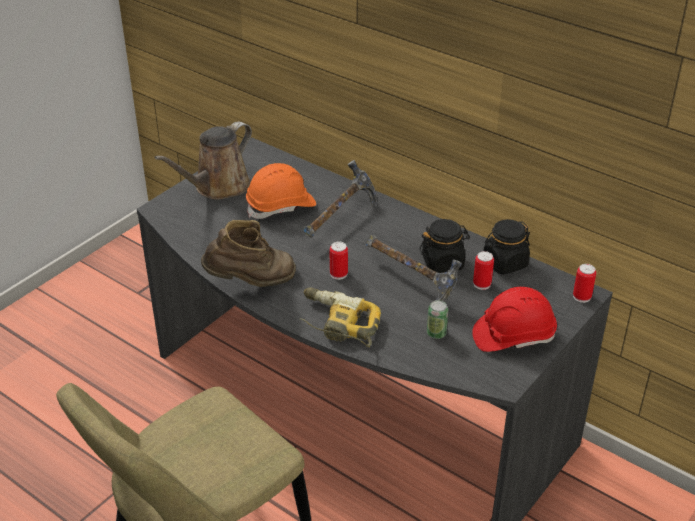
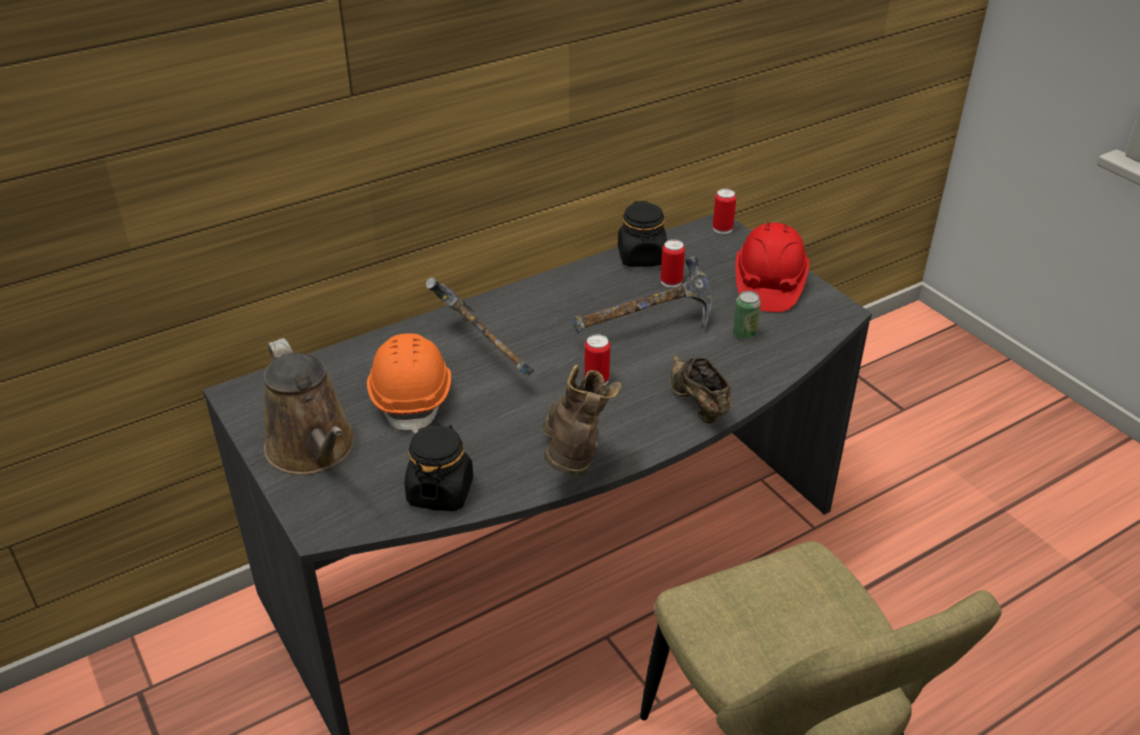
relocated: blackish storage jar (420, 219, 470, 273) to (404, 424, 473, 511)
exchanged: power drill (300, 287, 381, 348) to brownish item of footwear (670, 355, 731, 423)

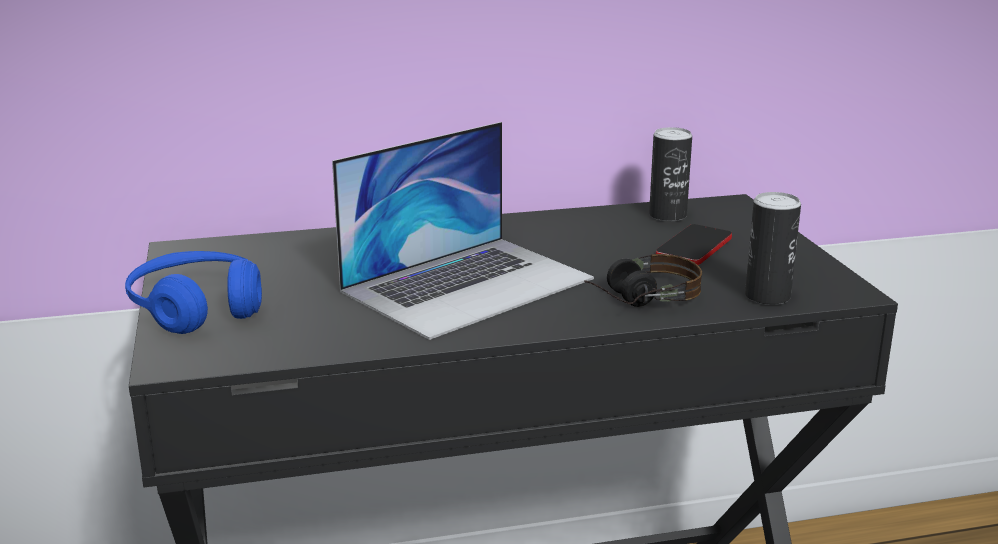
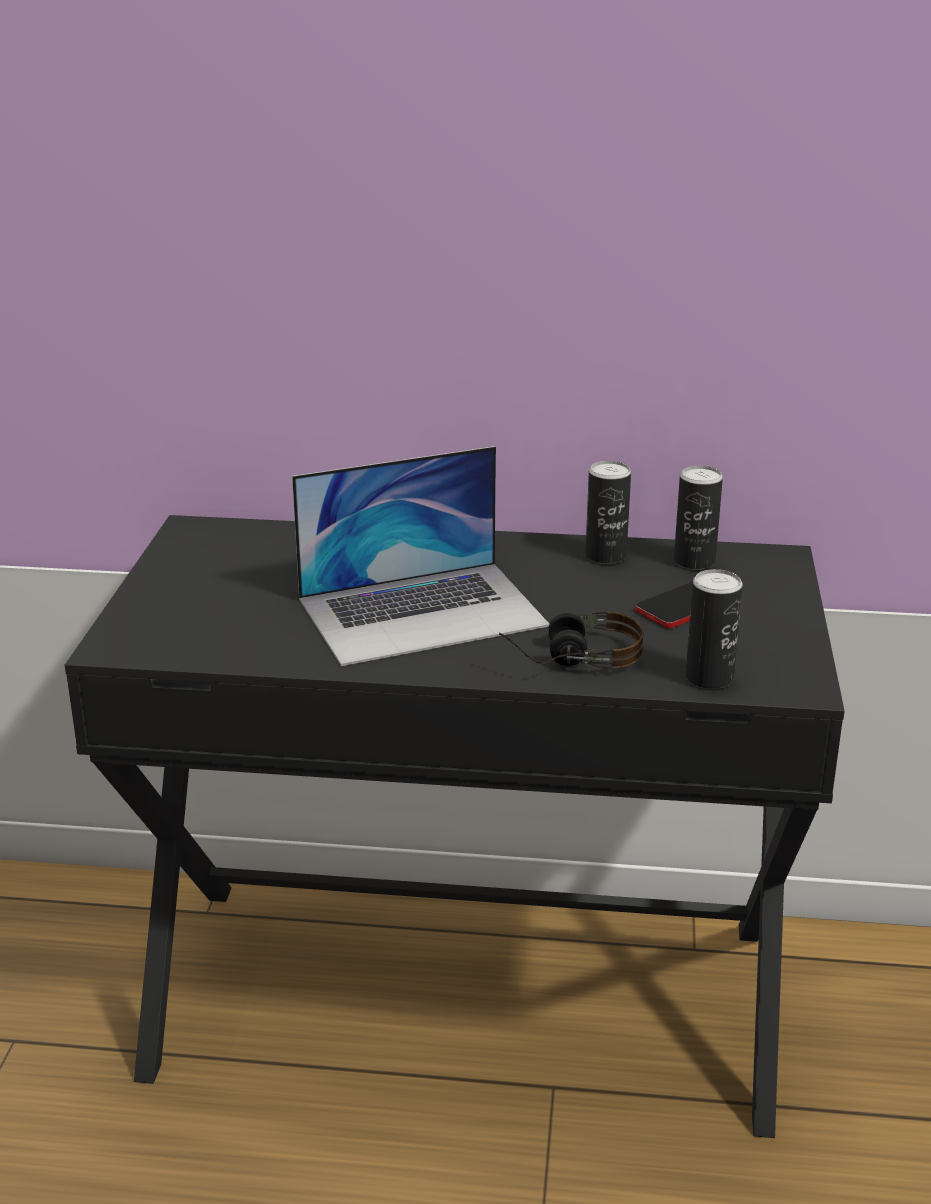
missing: blue-coloured headphones (125, 251, 262, 334)
appeared: sealed can (585, 461, 631, 564)

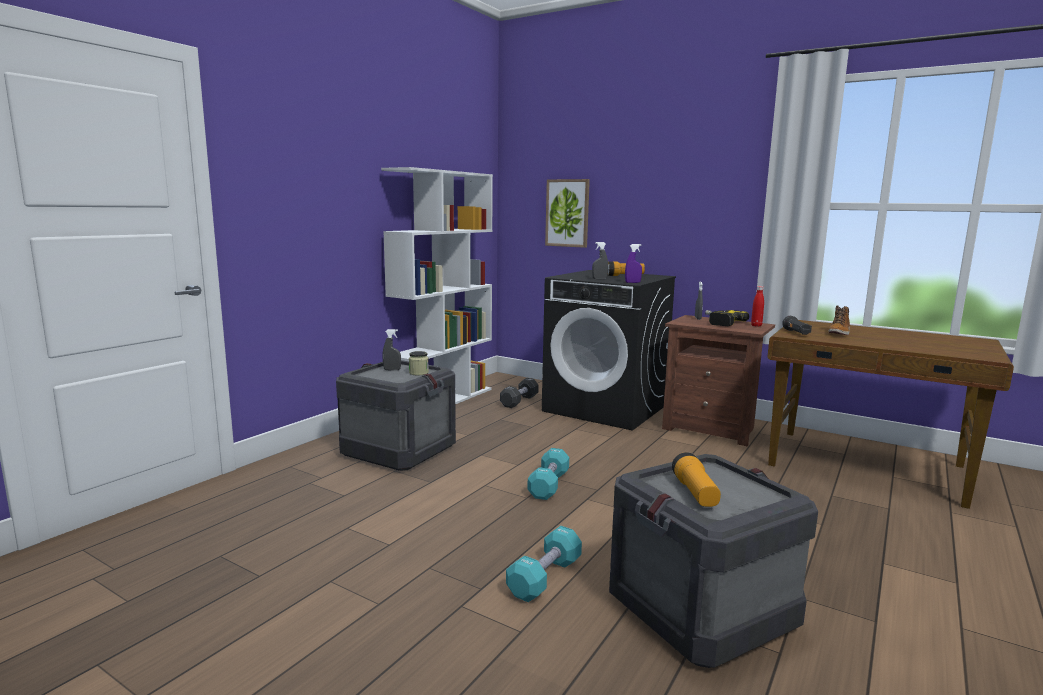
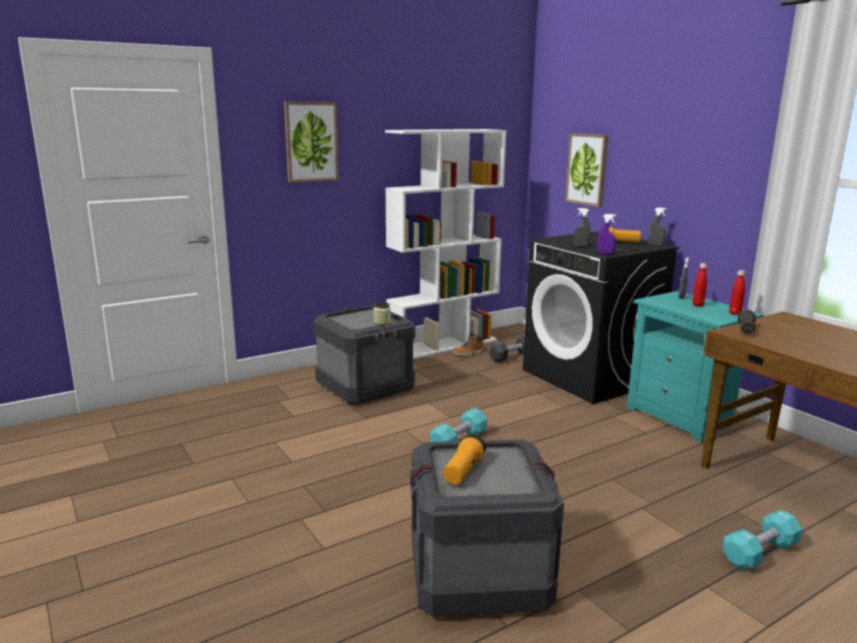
appeared: picture (284, 101, 339, 183)
relocated: high-top boot (828, 305, 850, 335) to (452, 333, 484, 356); greyish hand sprayer (383, 329, 401, 371) to (648, 207, 667, 246); turquoise dumbbell (506, 526, 582, 602) to (722, 510, 802, 570)
exchanged: power drill (705, 310, 749, 326) to reddish bottle (692, 263, 707, 306)
colour: brownish night table (662, 315, 775, 447) to turquoise night table (627, 291, 764, 443)

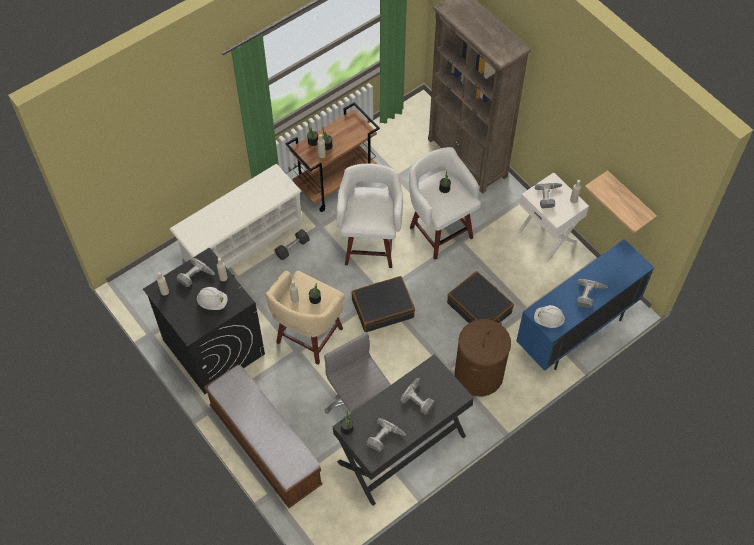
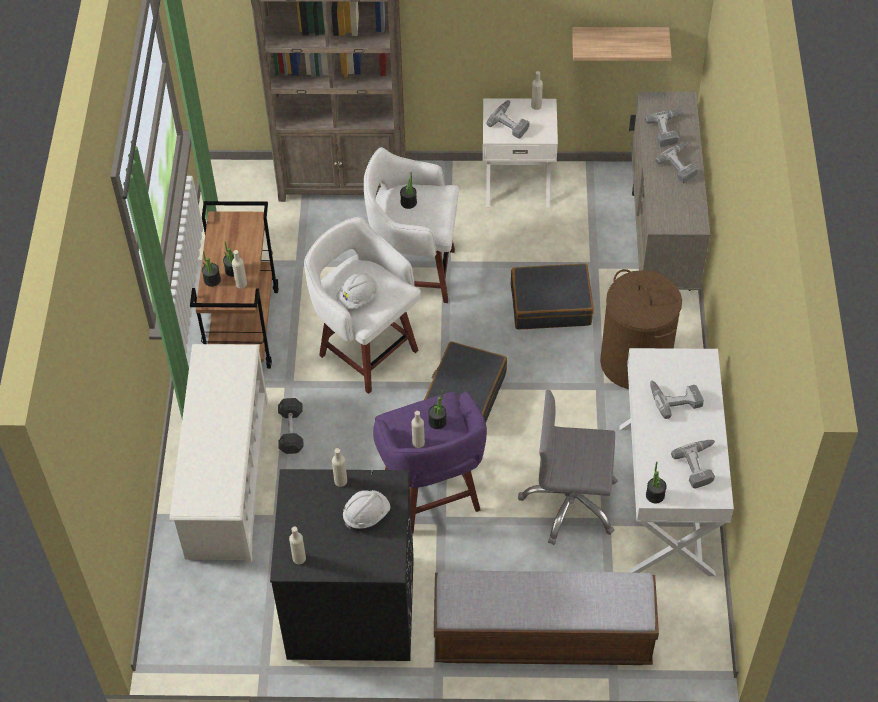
relocated: power drill (176, 258, 215, 287) to (645, 110, 684, 147); whitish safety helmet (534, 305, 565, 328) to (337, 273, 378, 309)
colour: blue-coloured cabinet (516, 239, 654, 371) to beige cabinet (629, 92, 710, 291); beige sitting stool (266, 270, 344, 365) to purple-coloured sitting stool (373, 391, 487, 534); blackish desk table (333, 354, 474, 506) to whitish desk table (619, 348, 734, 576)

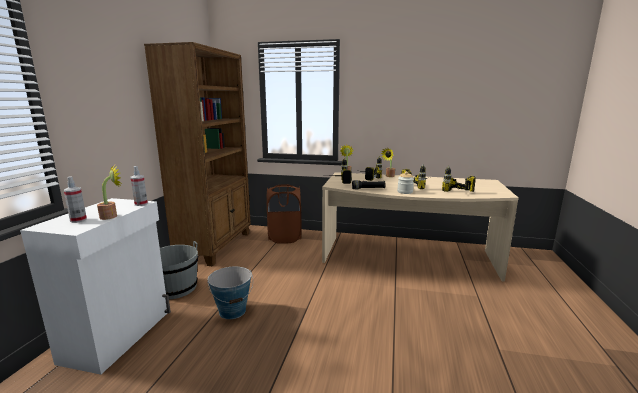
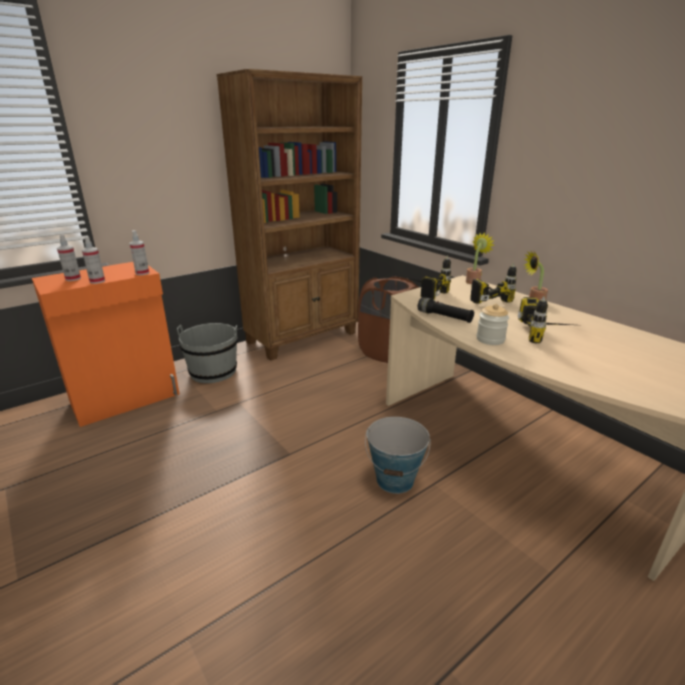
missing: power drill (442, 166, 476, 192)
relocated: bucket (208, 267, 253, 319) to (365, 417, 431, 494)
exchanged: houseplant (97, 165, 121, 220) to hand sprayer (82, 236, 105, 284)
colour: whitish cabinet (20, 198, 171, 375) to orange cabinet (32, 262, 180, 427)

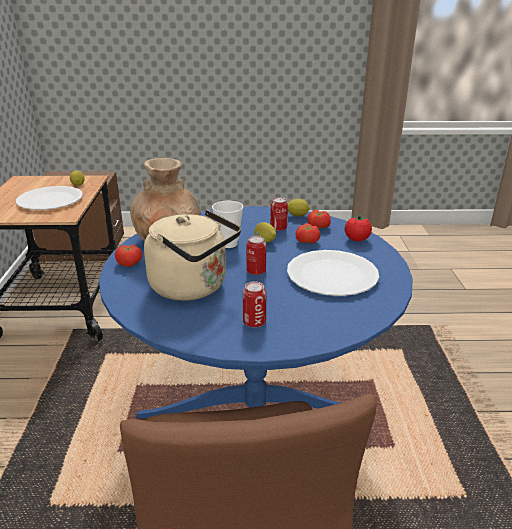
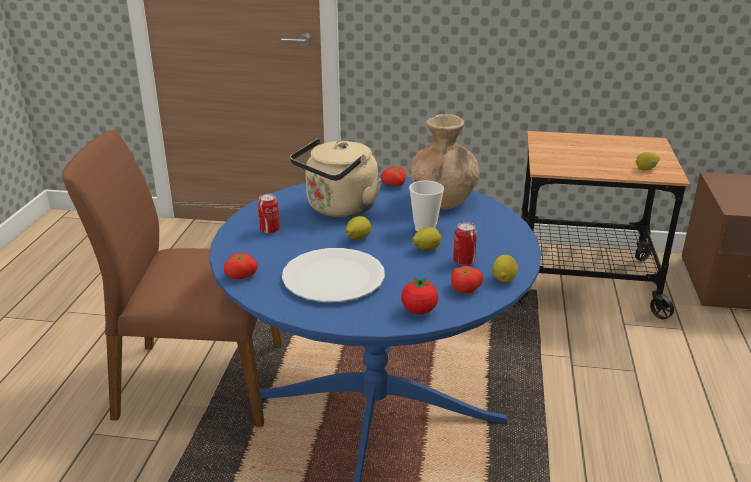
missing: whitish dinner plate (16, 186, 83, 210)
relocated: whole tomato (296, 223, 320, 243) to (224, 253, 258, 279)
exchanged: sealed can (246, 236, 266, 275) to citrus fruit (345, 216, 371, 240)

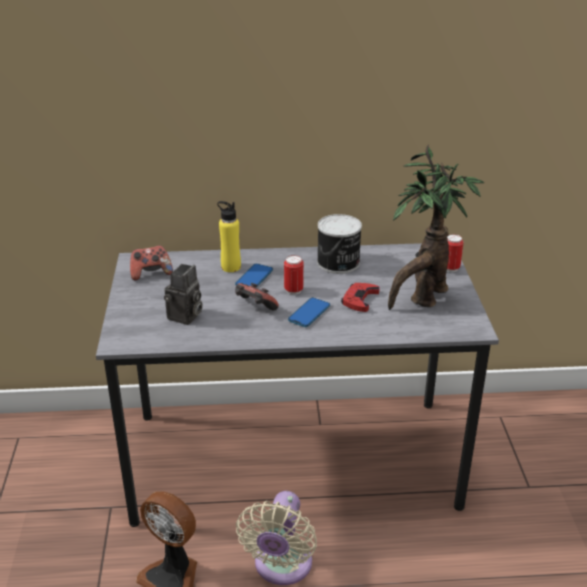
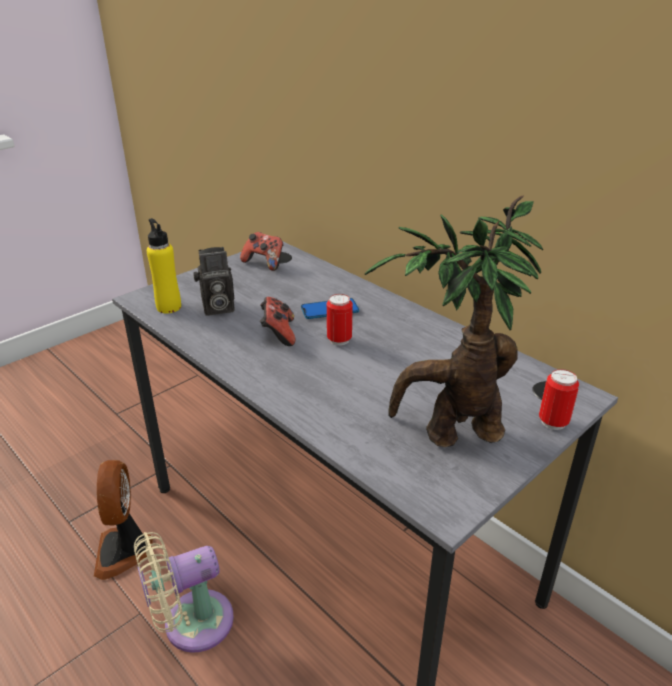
missing: sealed can (317, 214, 362, 274); reddish gamepad (341, 283, 380, 312); phone (288, 297, 330, 327)
relocated: yellow bottle (217, 201, 241, 272) to (147, 218, 181, 313)

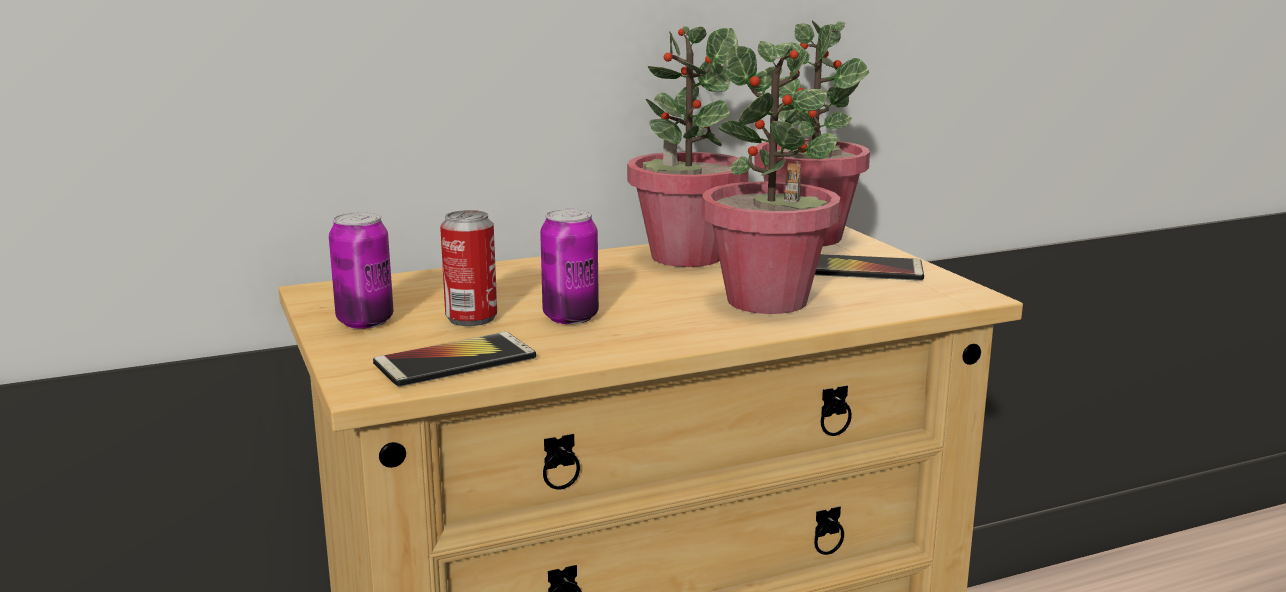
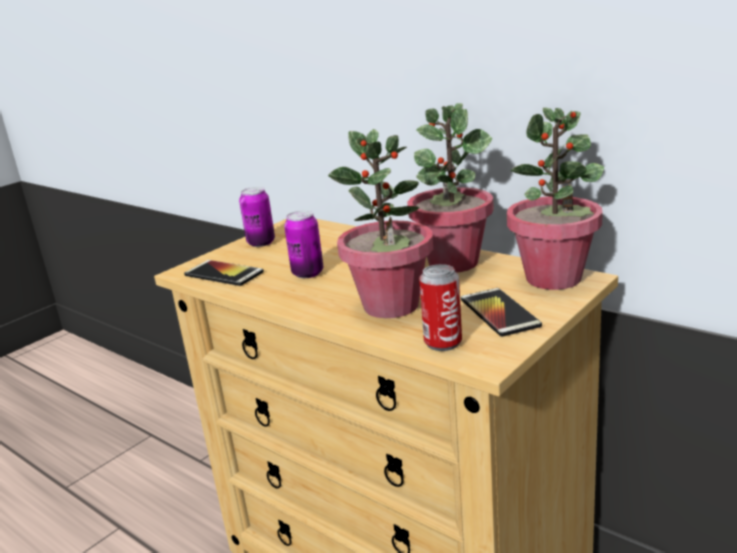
relocated: sealed can (440, 210, 497, 326) to (419, 264, 462, 351)

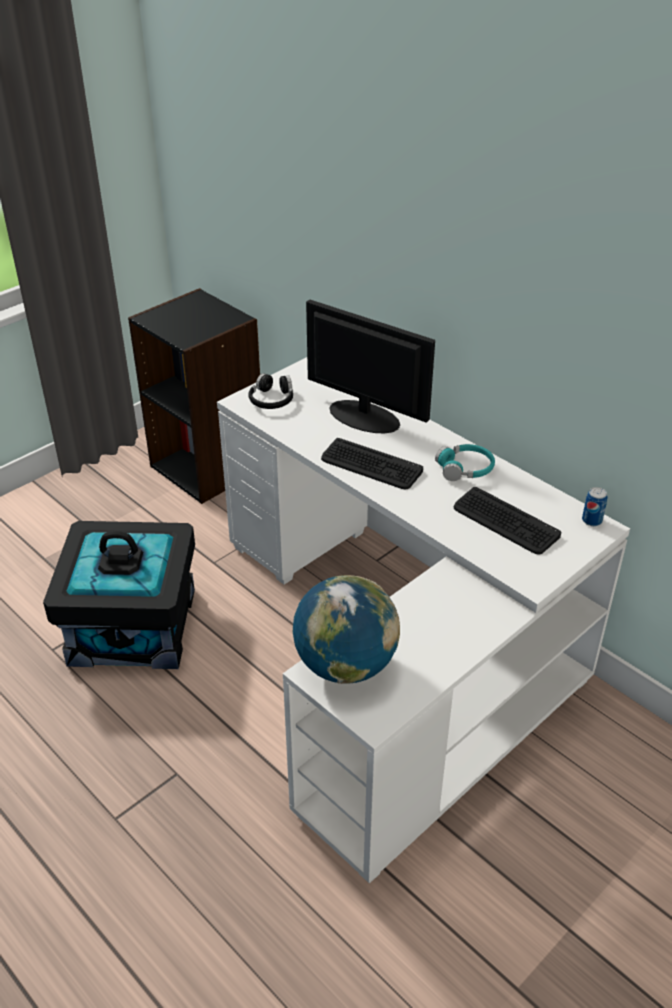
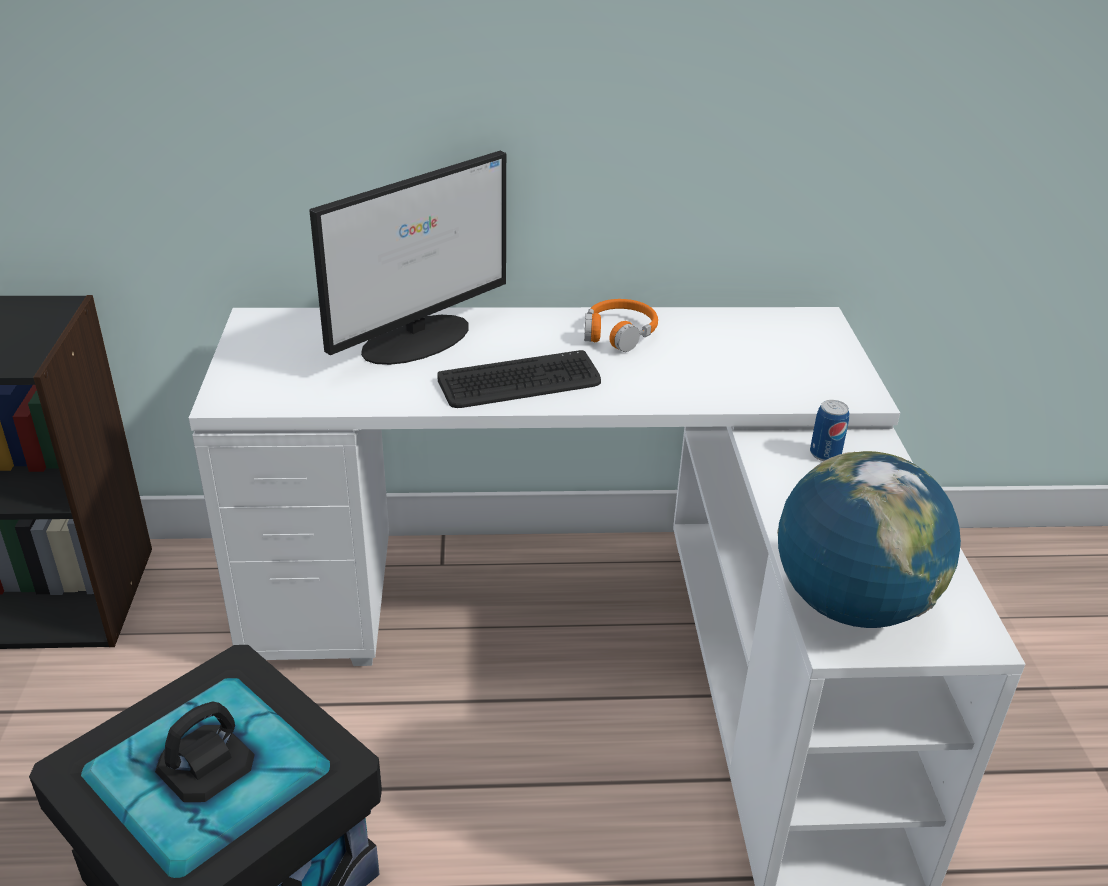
missing: blackish headphones (248, 373, 293, 409); PC keyboard (453, 487, 561, 555)
relocated: sealed can (582, 487, 607, 526) to (810, 400, 850, 461)
colour: turquoise headphones (435, 444, 495, 481) to orange headphones (584, 299, 658, 352)
spun: computer display (306, 299, 435, 434) = (309, 151, 506, 365) 150 degrees clockwise

